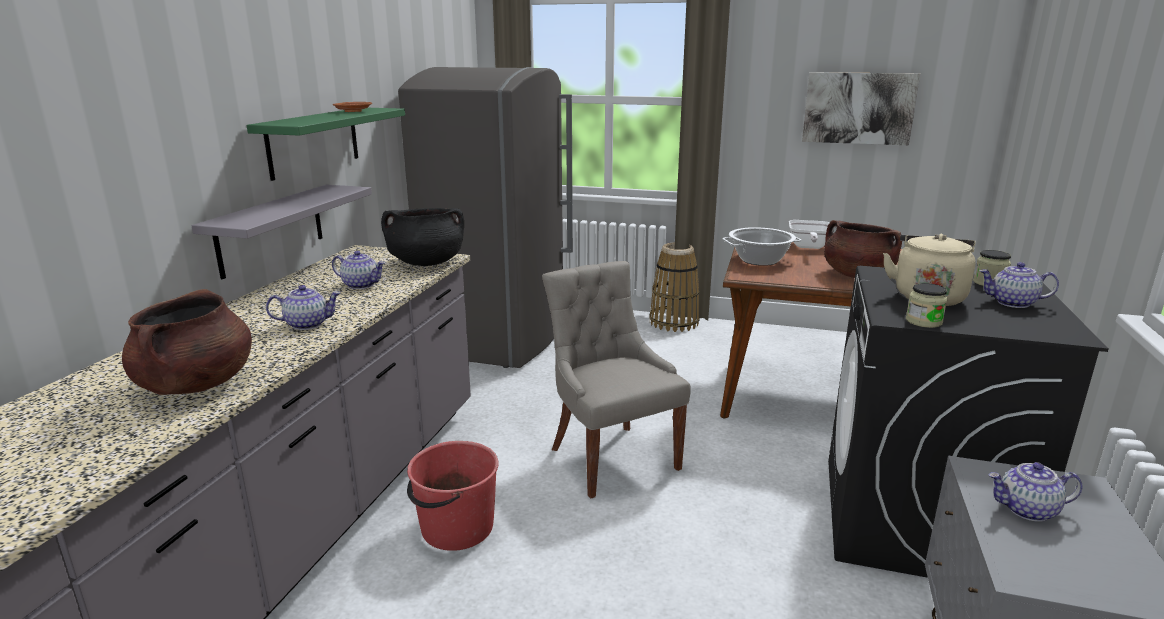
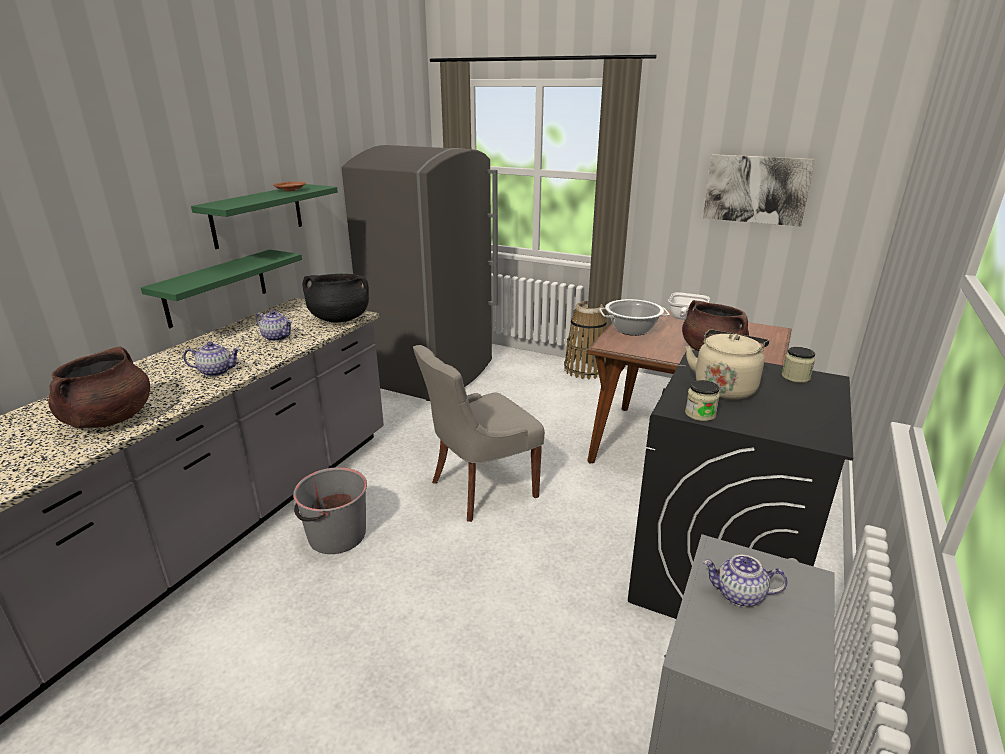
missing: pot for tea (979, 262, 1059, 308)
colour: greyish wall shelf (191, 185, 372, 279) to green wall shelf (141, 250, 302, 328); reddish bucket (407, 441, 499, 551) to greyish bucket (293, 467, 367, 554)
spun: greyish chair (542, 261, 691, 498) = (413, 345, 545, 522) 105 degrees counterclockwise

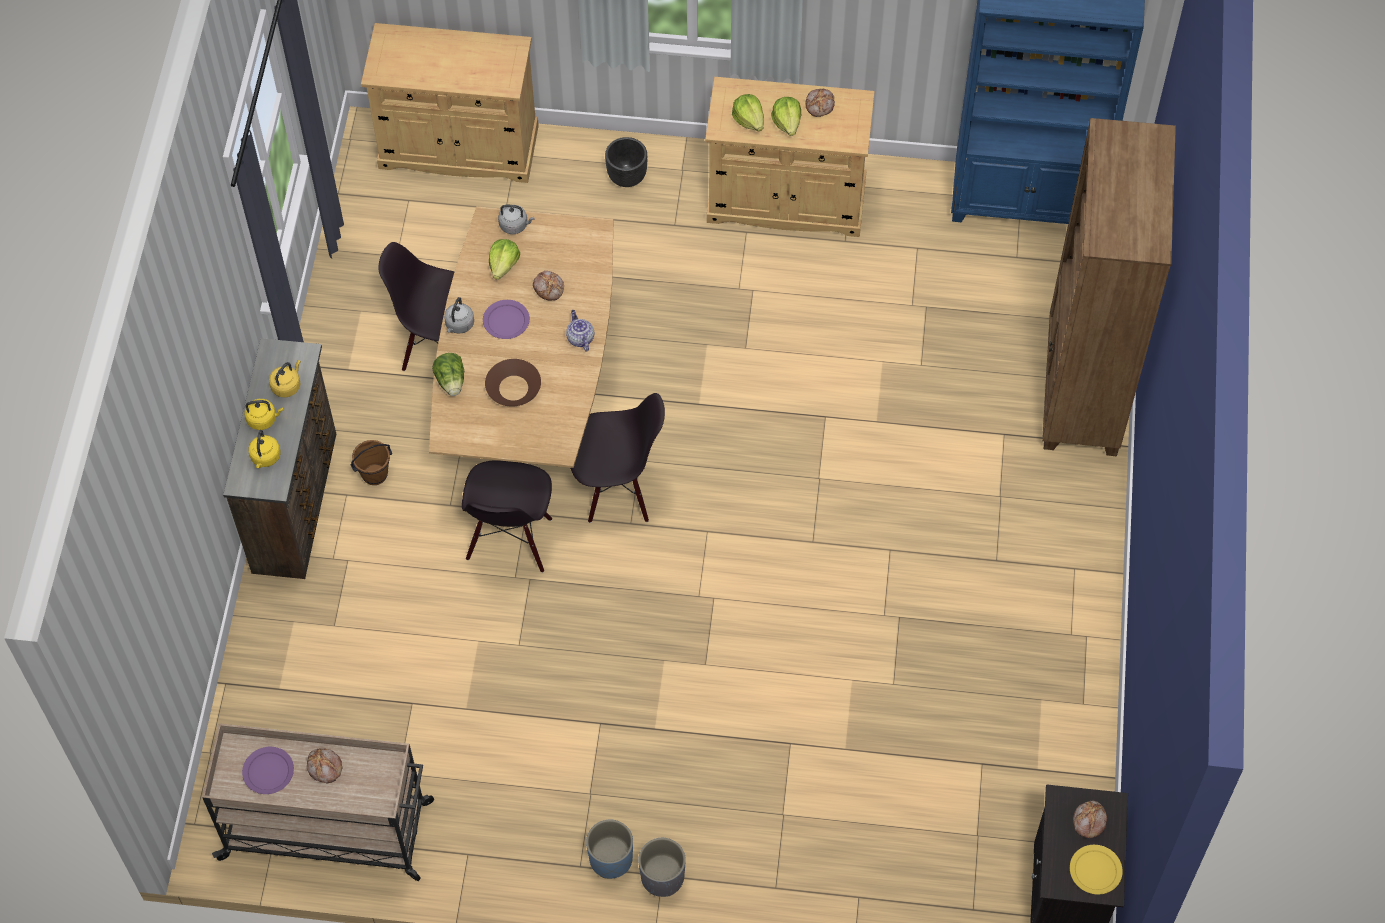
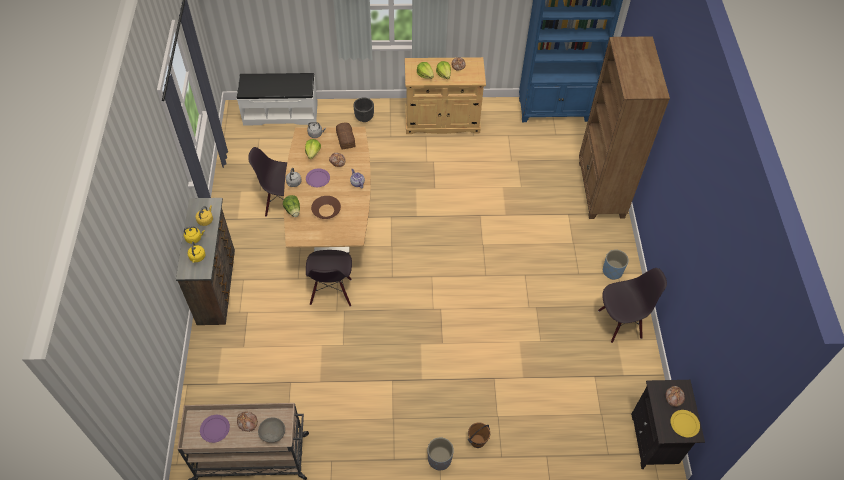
appeared: bread (336, 122, 355, 149); greyish deep dish (258, 417, 285, 443)
relocated: blackish chair (570, 393, 665, 523) to (598, 268, 667, 343); brownish bucket (350, 440, 392, 485) to (468, 422, 490, 448); blue-coloured planter (586, 819, 633, 879) to (603, 250, 629, 280)
exchanged: beige cabinet (361, 23, 539, 183) to whitish indoor bench (237, 73, 318, 126)

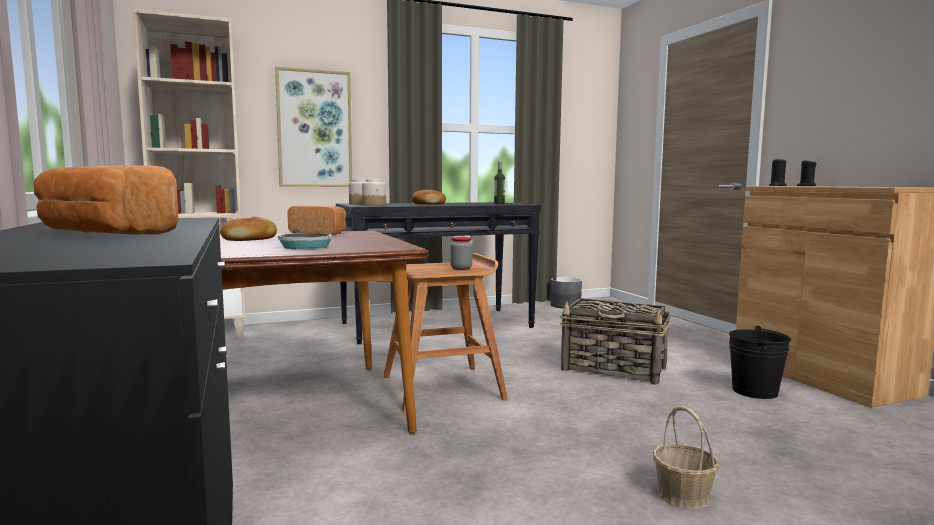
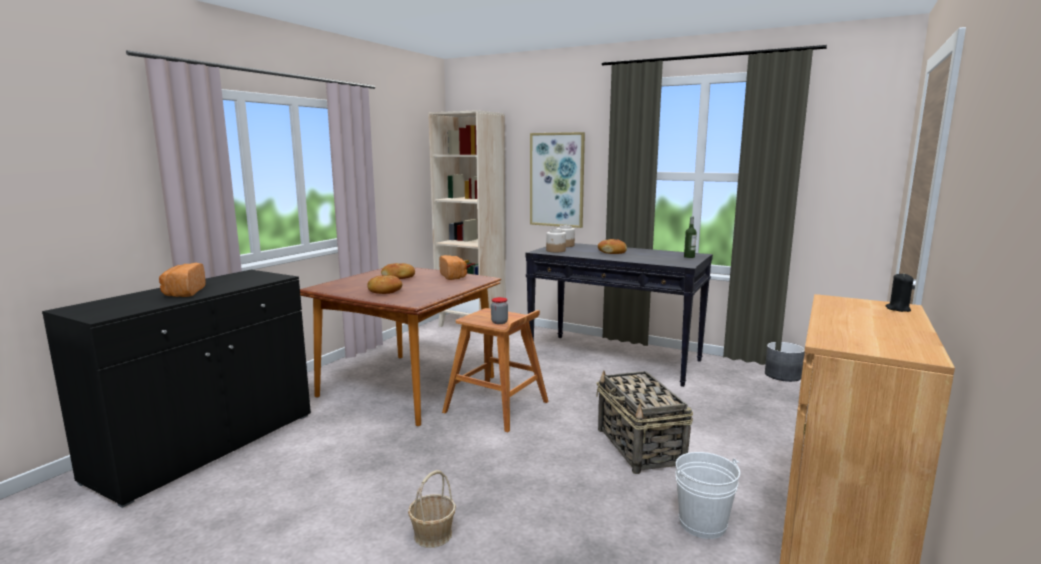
missing: blackish candle (769, 159, 787, 186)
exchanged: frying pan (278, 230, 332, 250) to bread (367, 275, 402, 294)
colour: blackish bucket (729, 326, 791, 399) to whitish bucket (675, 452, 740, 539)

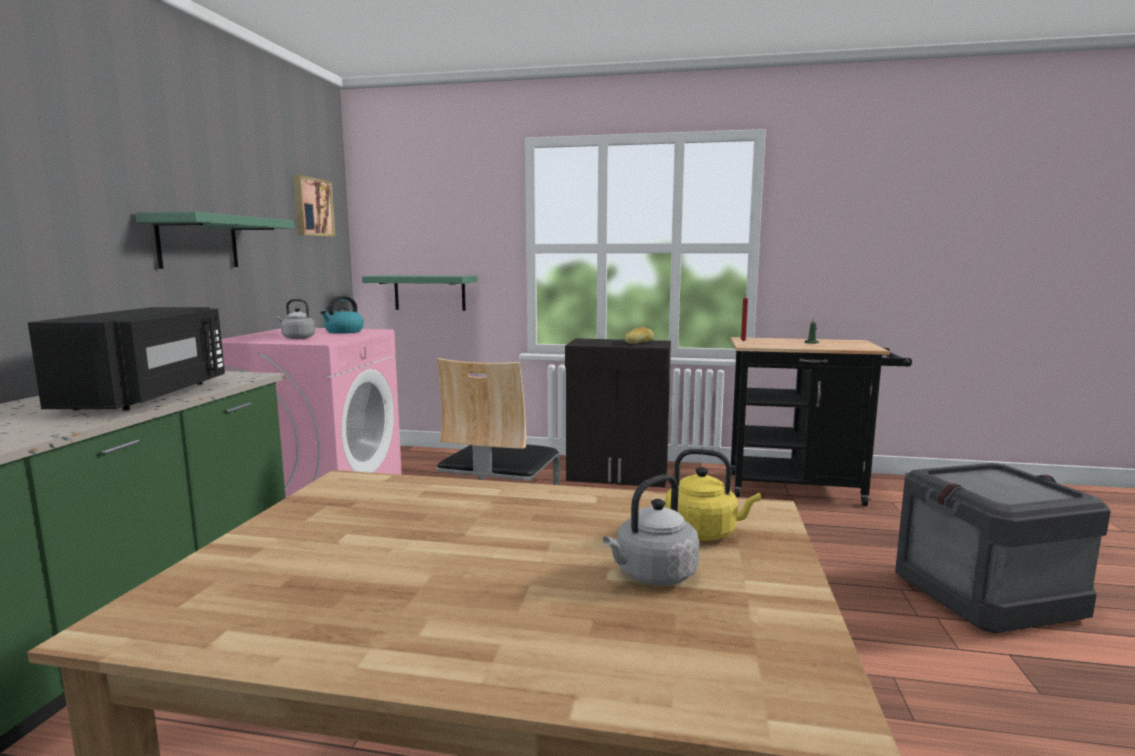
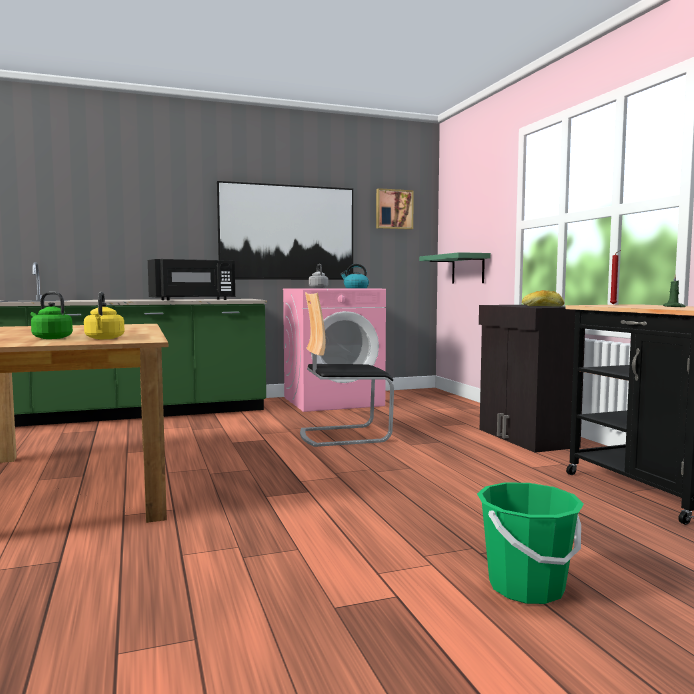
exchanged: green wall shelf (135, 212, 294, 269) to picture (217, 181, 353, 280); shipping crate (895, 463, 1111, 633) to green bucket (477, 483, 584, 604)
colour: greyish tea kettle (603, 474, 699, 586) to green tea kettle (31, 292, 73, 339)

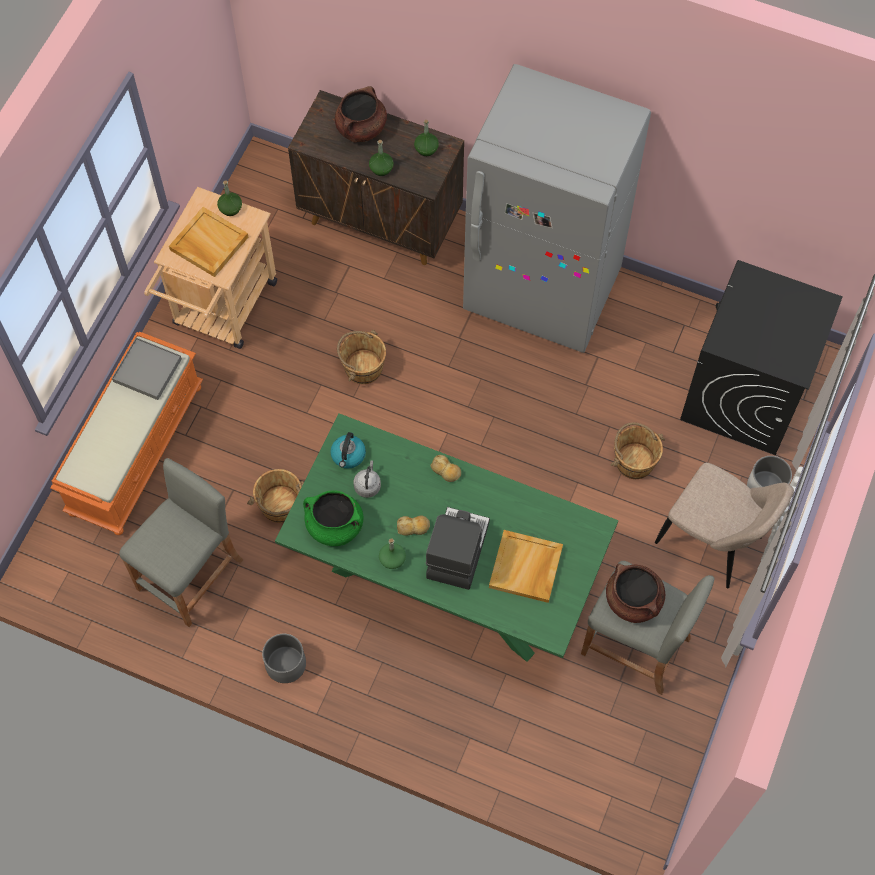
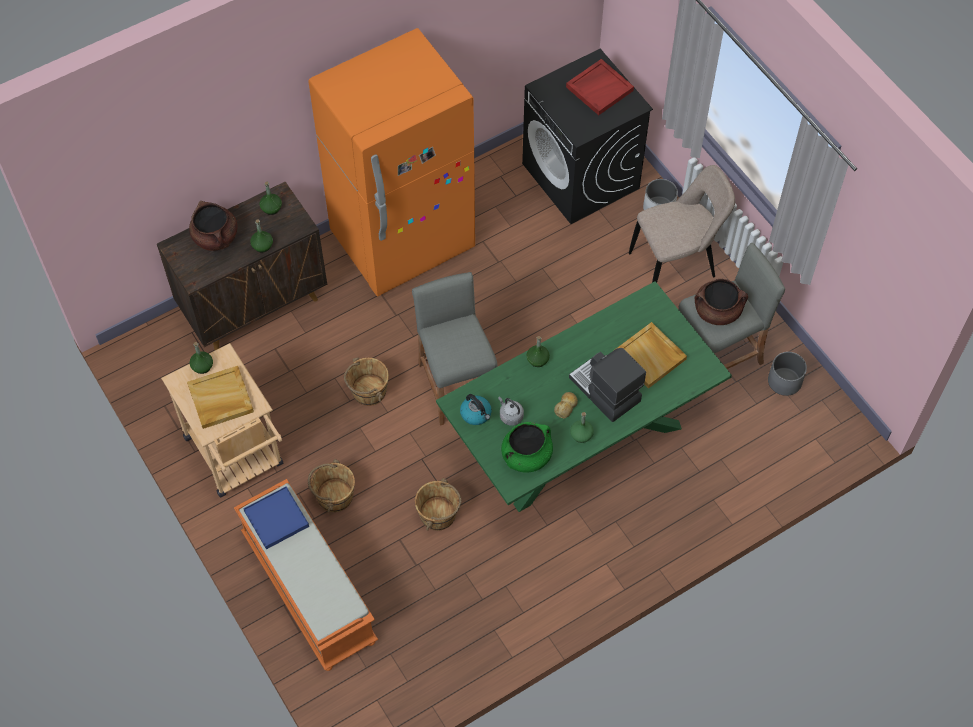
appeared: reddish serving tray (566, 59, 634, 115)
relocated: brownish bucket (610, 422, 665, 479) to (308, 459, 355, 513); greyish sitting stool (119, 458, 244, 627) to (412, 272, 498, 426); greyish planter (262, 634, 306, 683) to (768, 352, 807, 396)
exchanged: bread (430, 455, 461, 482) to green bottle (527, 336, 550, 367)
colour: greyish kitchen fridge (463, 64, 651, 353) to orange kitchen fridge (308, 28, 475, 296); greyish serving tray (112, 338, 182, 400) to blue-coloured serving tray (243, 486, 309, 549)

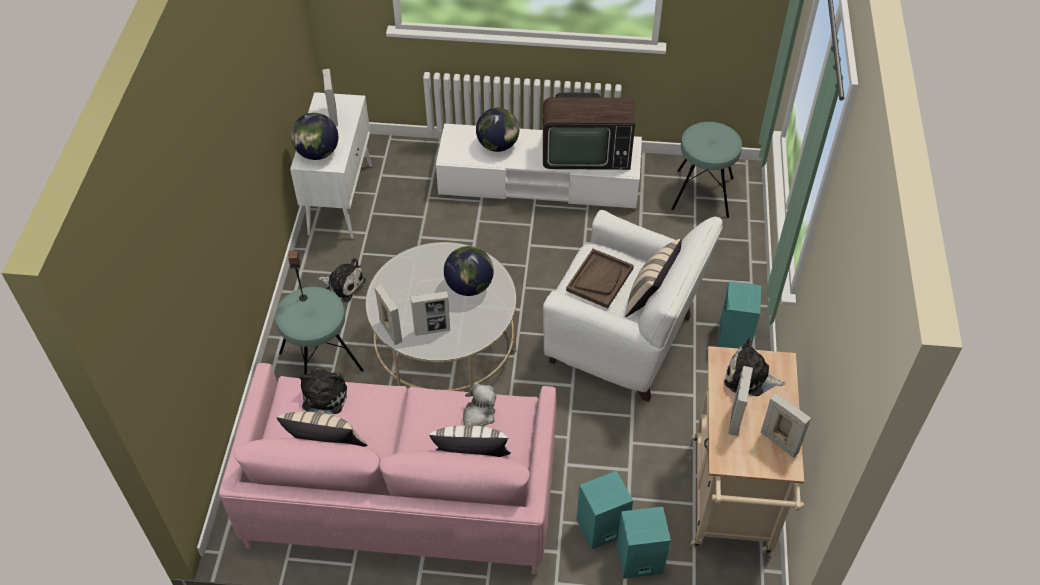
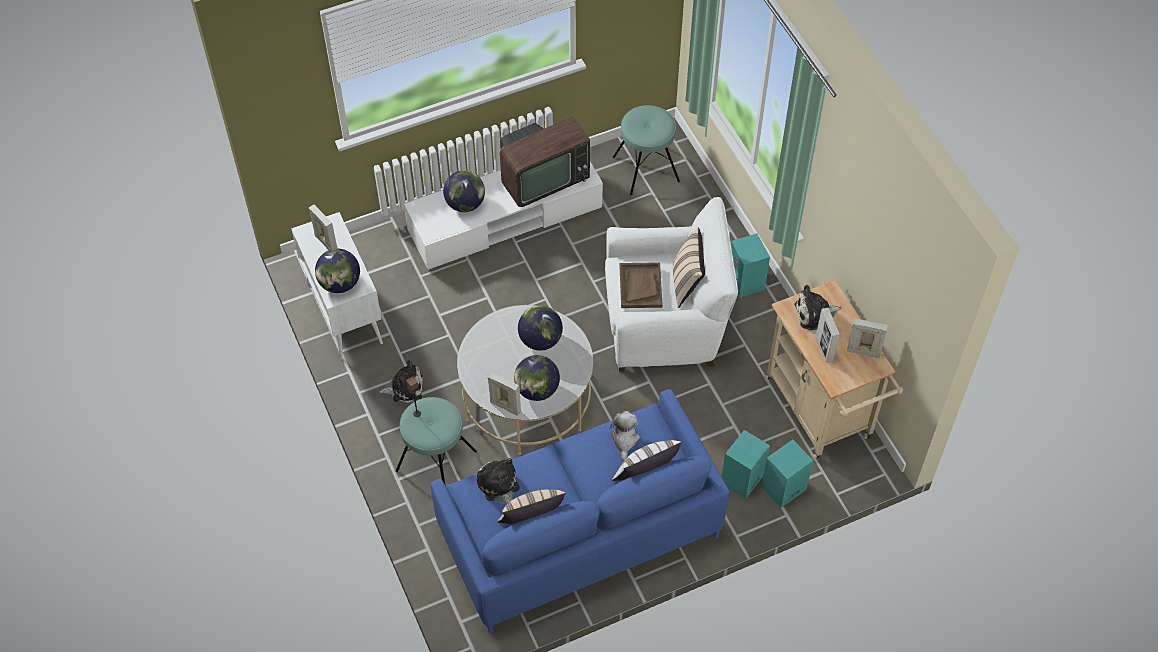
exchanged: photo frame (410, 291, 450, 336) to desk globe (514, 355, 560, 401)
colour: pink-coloured sofa (219, 363, 556, 575) to blue-coloured sofa (430, 389, 729, 634)

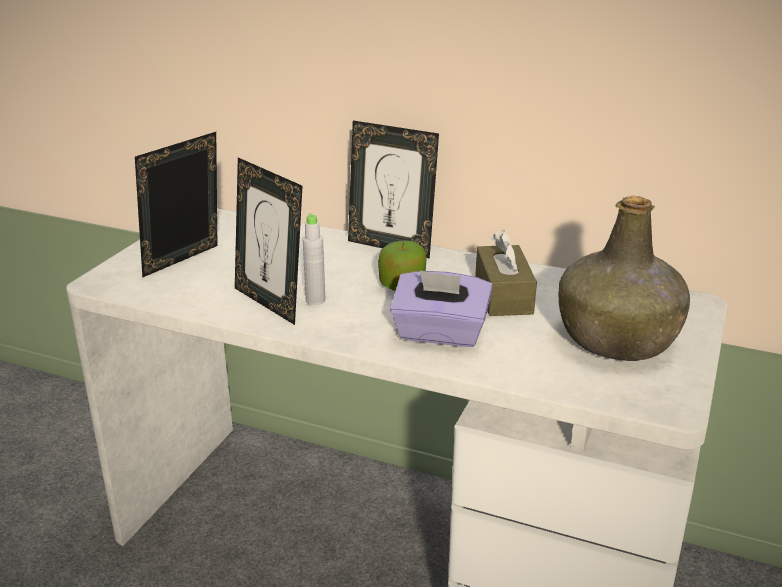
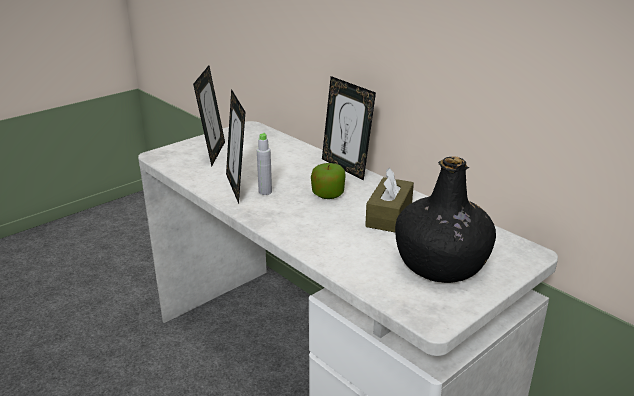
missing: purple-coloured box of tissues (390, 271, 493, 347)
colour: green bottle (558, 196, 690, 361) to blackish bottle (395, 157, 496, 283)
spun: photo frame (135, 132, 217, 278) = (193, 65, 225, 167) 120 degrees clockwise

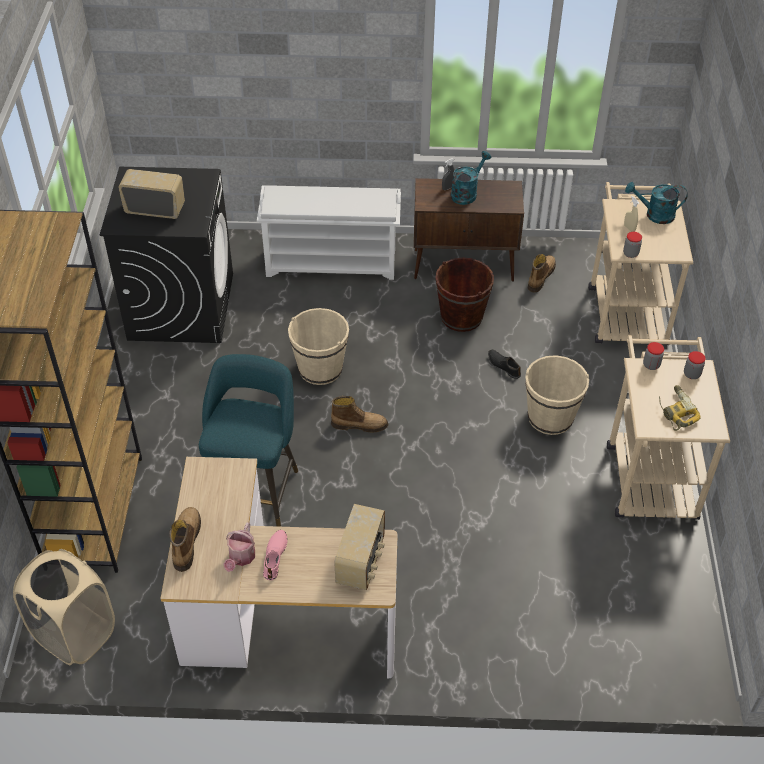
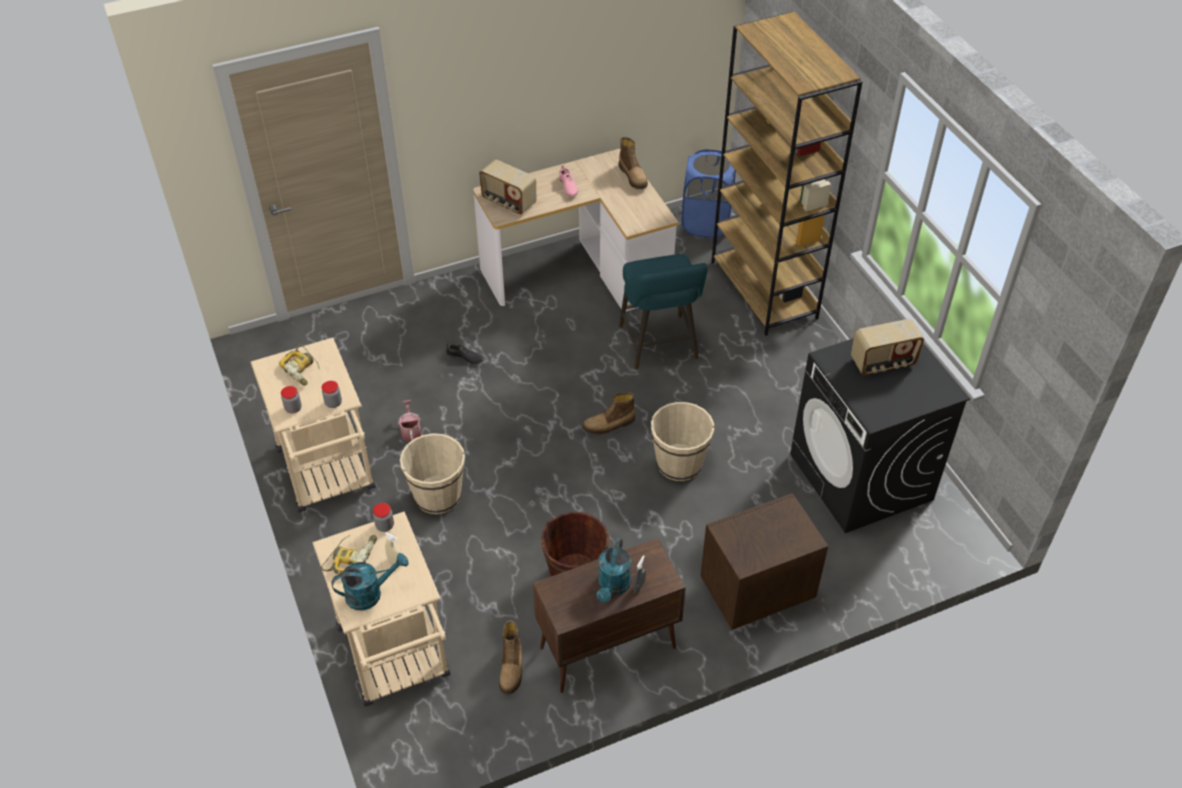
appeared: power drill (321, 535, 377, 574)
relocated: blackish item of footwear (488, 350, 521, 379) to (446, 343, 484, 364); watering pot (224, 522, 255, 572) to (398, 400, 422, 442)
exchanged: whitish shoe stand (257, 185, 401, 280) to brownish night table (700, 493, 828, 630)
colour: beige washing basket (13, 549, 115, 665) to blue-coloured washing basket (682, 149, 736, 238)
spun: radio (334, 504, 385, 590) = (479, 159, 536, 214) 45 degrees counterclockwise

